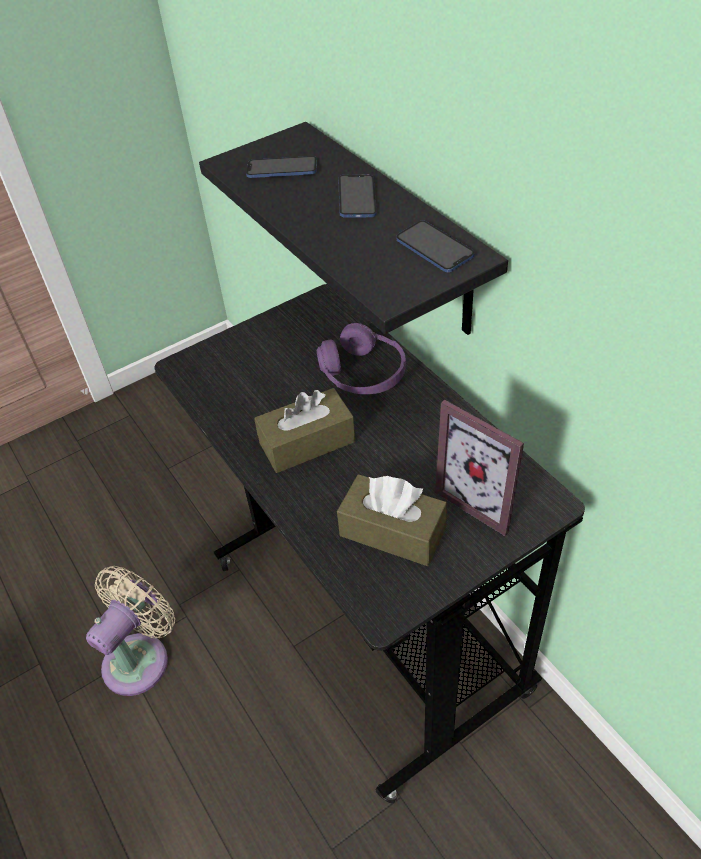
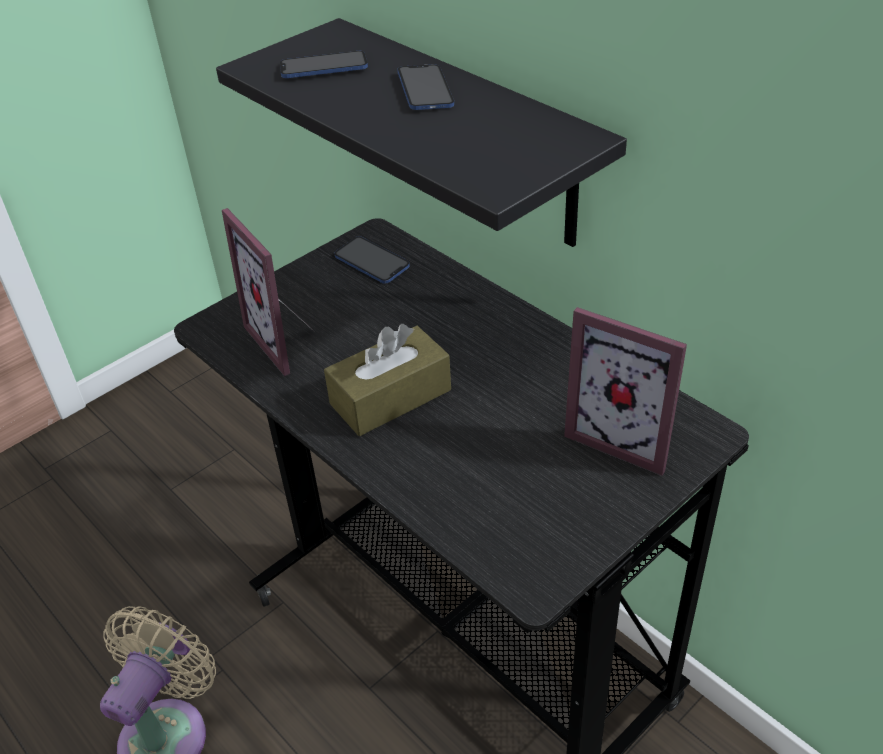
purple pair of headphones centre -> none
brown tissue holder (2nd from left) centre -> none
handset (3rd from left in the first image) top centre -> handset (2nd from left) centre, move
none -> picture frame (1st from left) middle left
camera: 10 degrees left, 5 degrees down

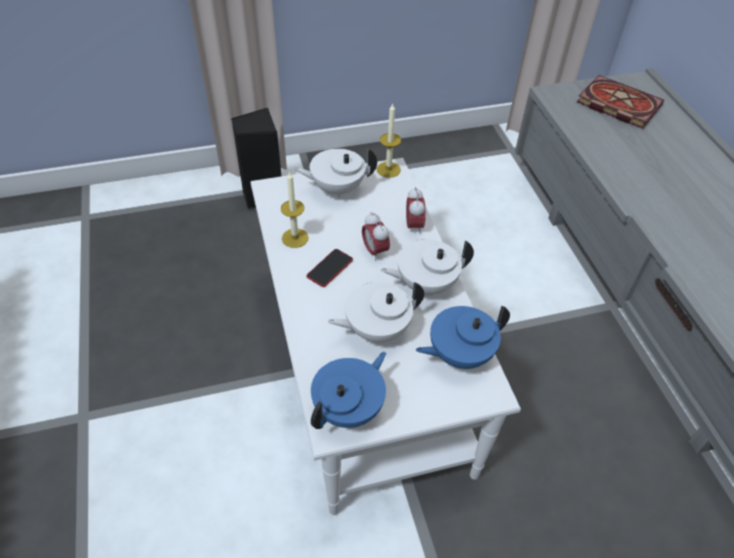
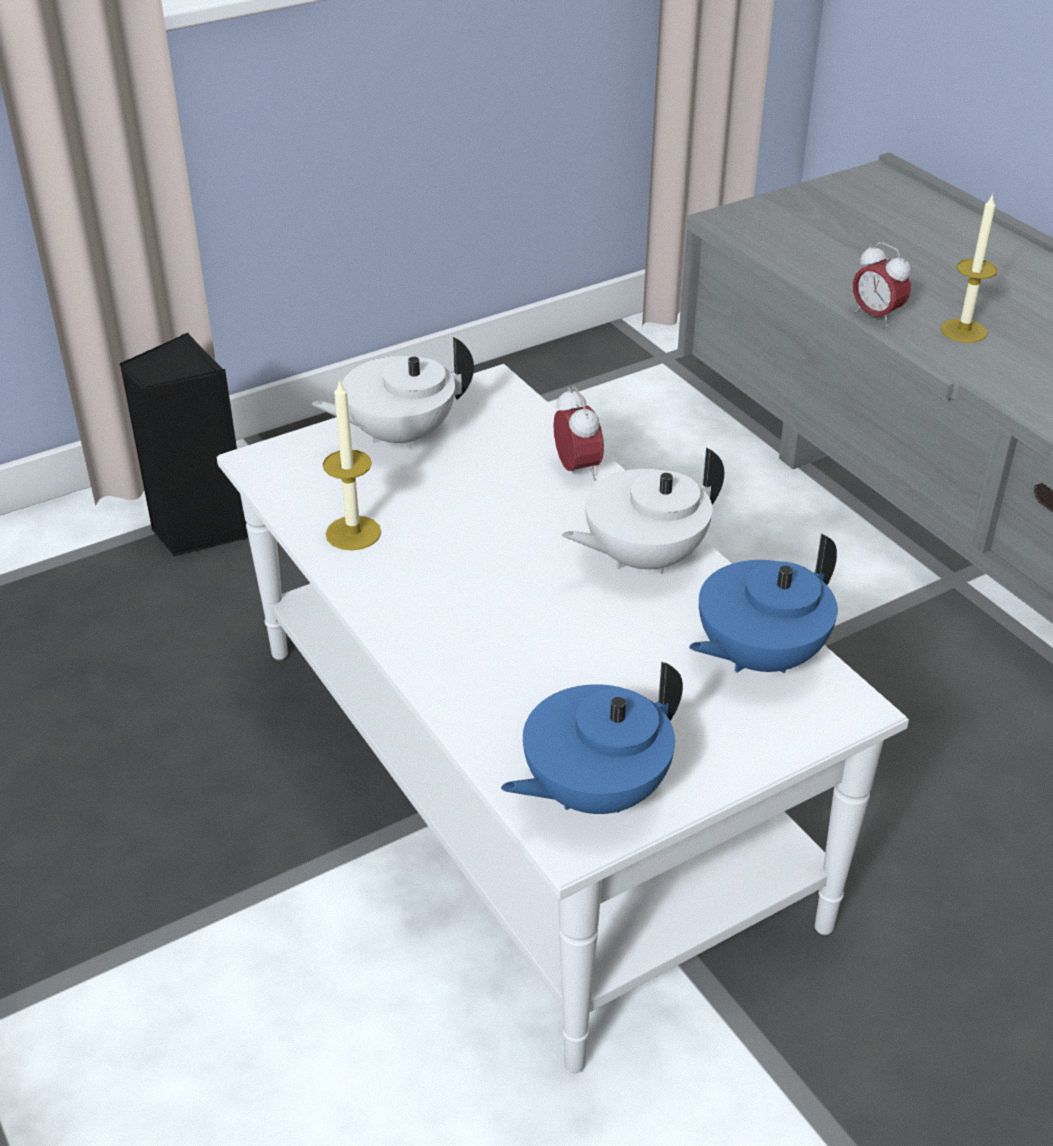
handset centre -> none
blue tea pot (1st from left) bottom centre -> blue tea pot (1st from left) centre, 150 degrees counterclockwise
white-coloured tea pot (2nd from left) centre -> none
alarm clock (1st from left in the first image) centre -> alarm clock (2nd from left) top right, move
wax candle (2nd from left) top centre -> wax candle (2nd from left) top right, move
book top right -> none
camera: 15 degrees left, 10 degrees down

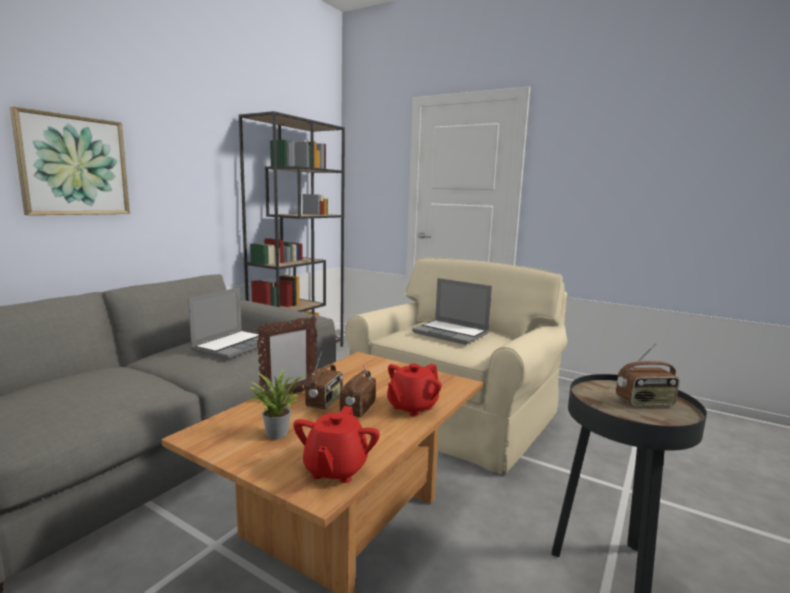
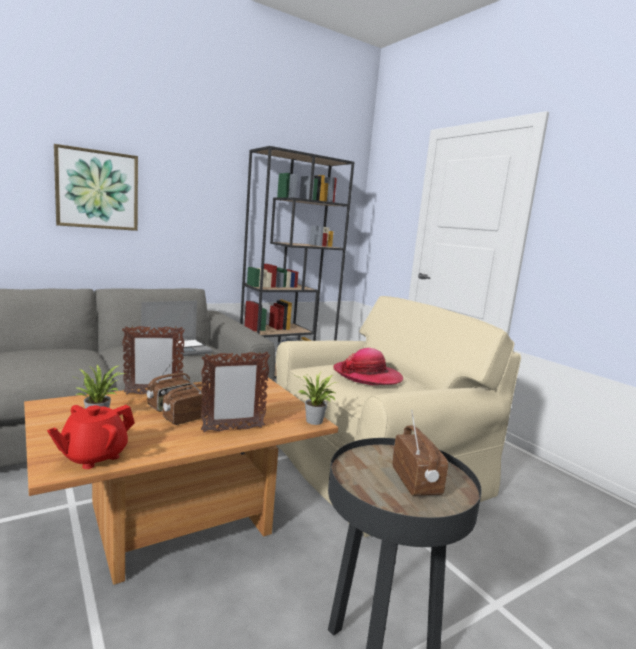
red-coloured tea pot (2nd from left) centre -> picture frame (2nd from left) centre
notebook computer (2nd from left) centre -> wearable hat centre
radio receiver (3rd from left) middle right -> radio receiver (3rd from left) bottom centre, 120 degrees counterclockwise
none -> houseplant (2nd from left) centre
camera: 25 degrees right, 0 degrees up

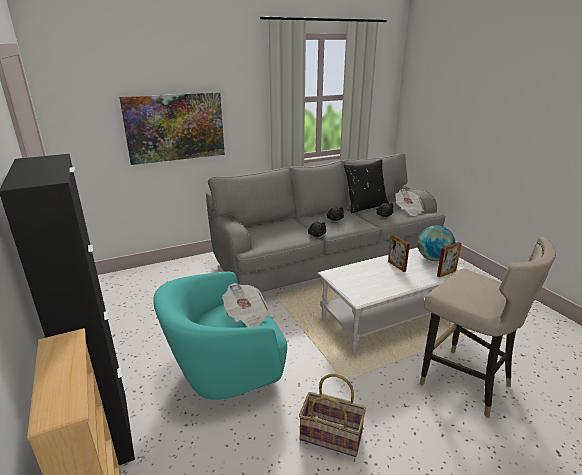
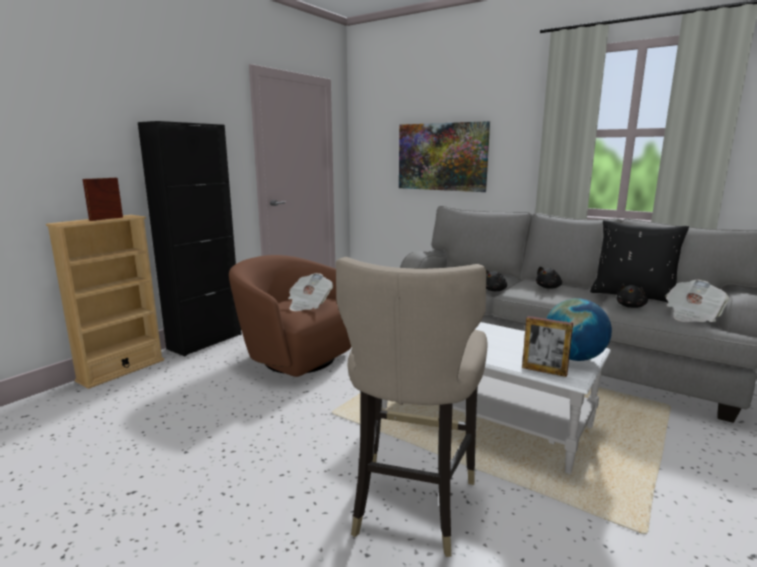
turquoise armchair bottom centre -> brown armchair centre
storage basket bottom centre -> none
picture frame (1st from left) middle right -> picture frame (1st from left) middle left, move
camera: 60 degrees right, 10 degrees down

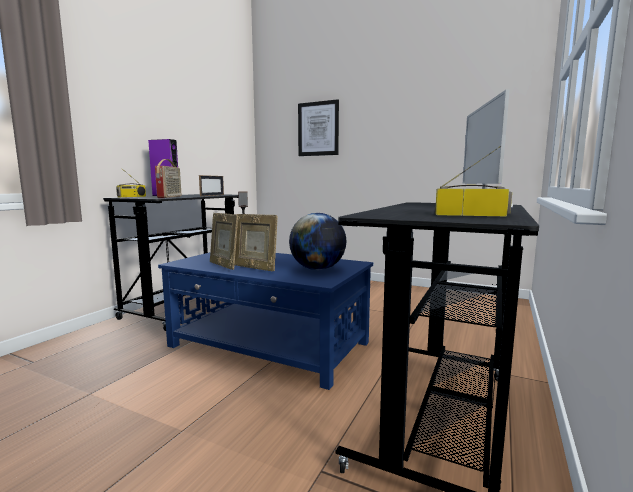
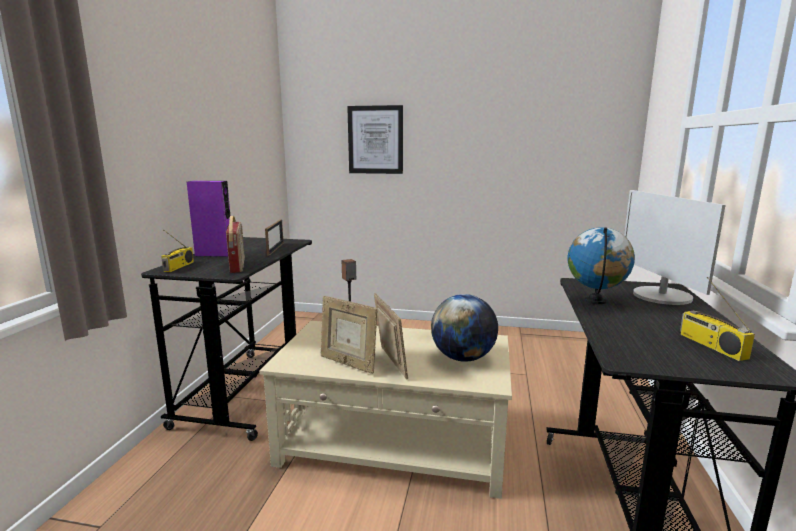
blue lounge table centre -> beige-coloured lounge table bottom centre
picture frame (3rd from left) centre, 135 degrees counterclockwise
radio receiver (3rd from left) middle right, 105 degrees counterclockwise
none -> desk globe (2nd from left) middle right
camera: 15 degrees left, 5 degrees up

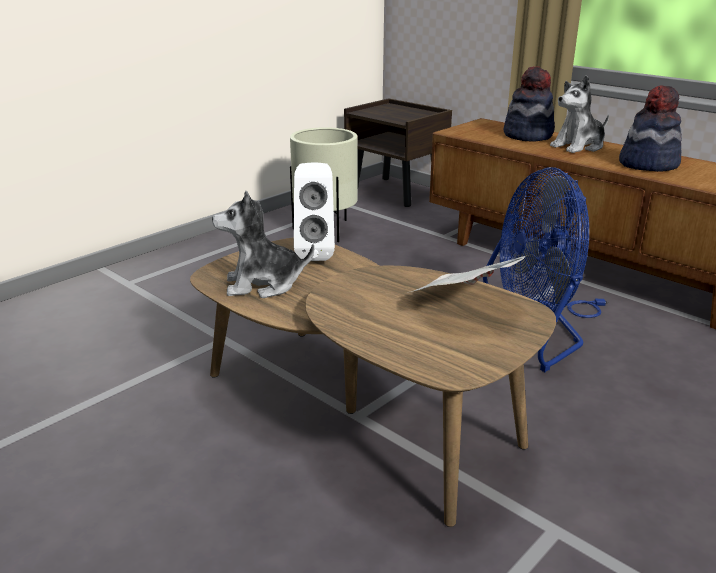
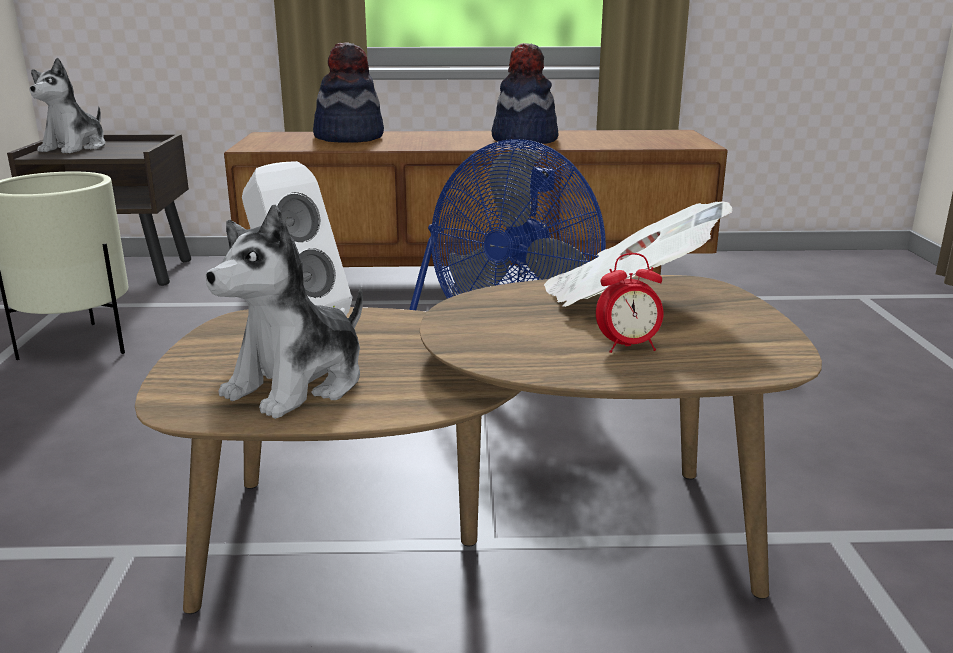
plush toy (2nd from left in the first image) top right -> plush toy (1st from left) top left, move
none -> alarm clock centre
camera: 45 degrees left, 5 degrees down

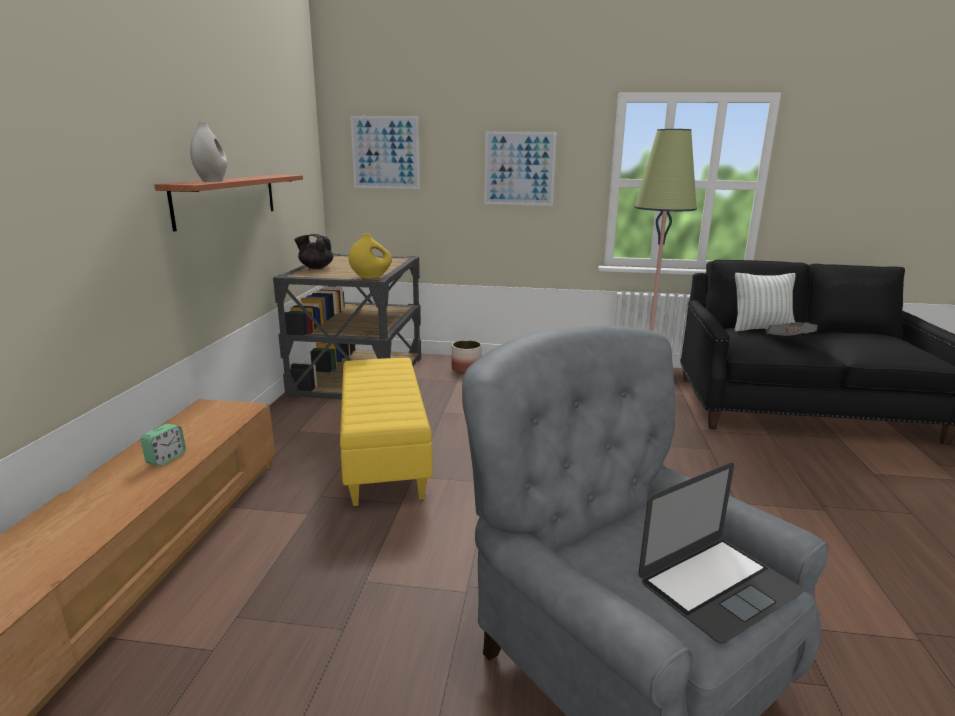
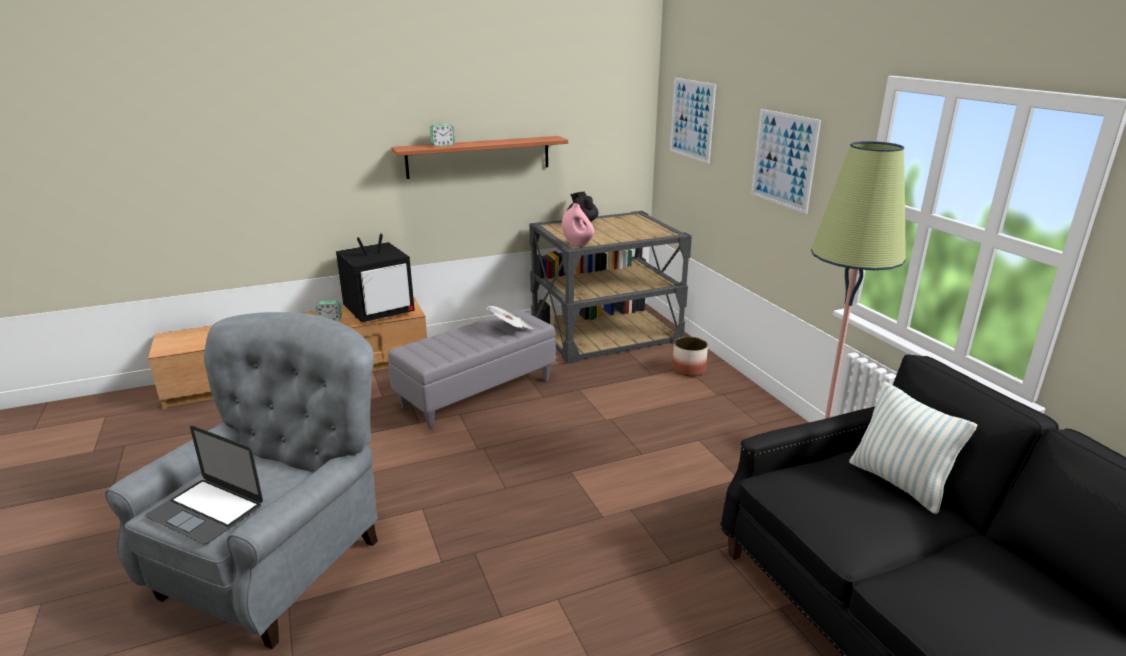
white-coloured decorative vase top left -> alarm clock (2nd from left) top centre
yellow footrest centre -> greyish footrest centre
yellow decorative vase centre -> pink decorative vase centre
printed paper middle right -> printed paper centre, move
none -> TV set middle left
camera: 60 degrees right, 5 degrees up

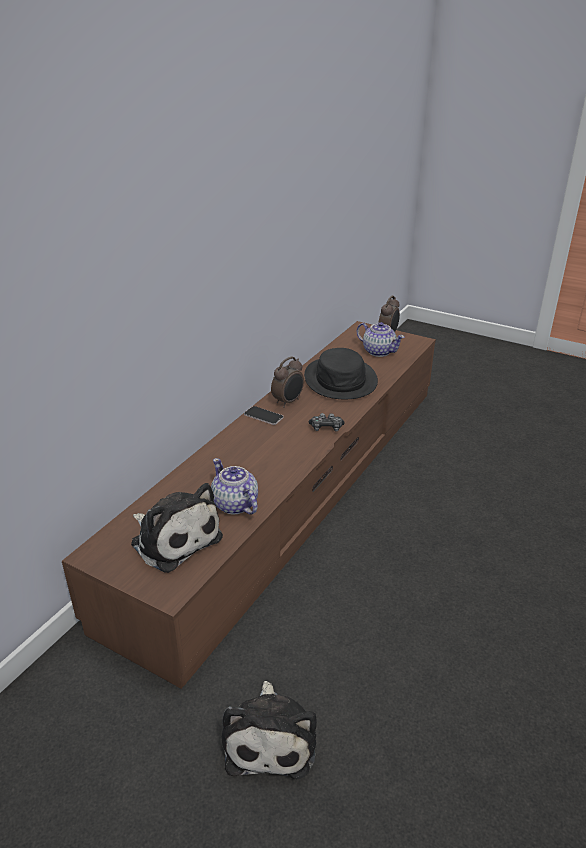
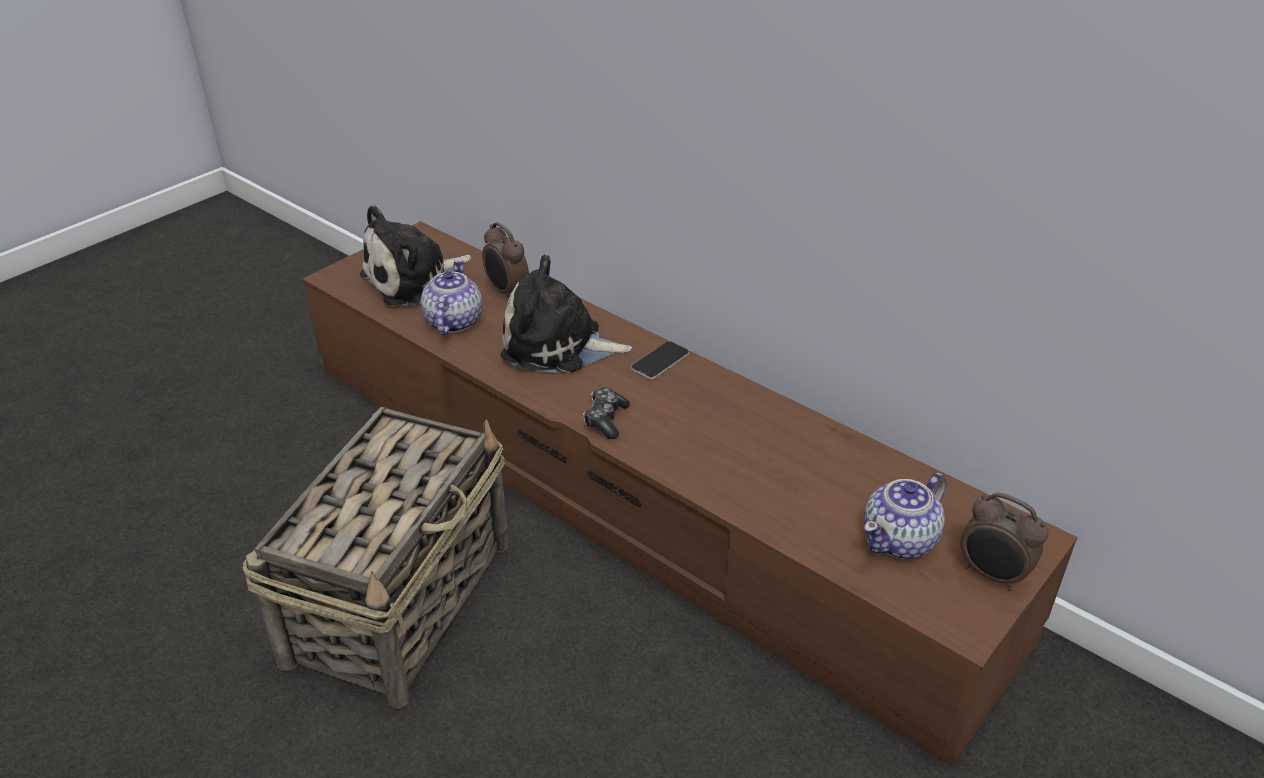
tea pot (1st from left) centre, 60 degrees counterclockwise
plush toy (2nd from left) bottom centre -> plush toy (2nd from left) centre, move
alarm clock (1st from left) centre -> alarm clock (1st from left) top centre, move
black-coloured wearable hat centre -> none
none -> storage basket bottom left
camera: 100 degrees right, 5 degrees up

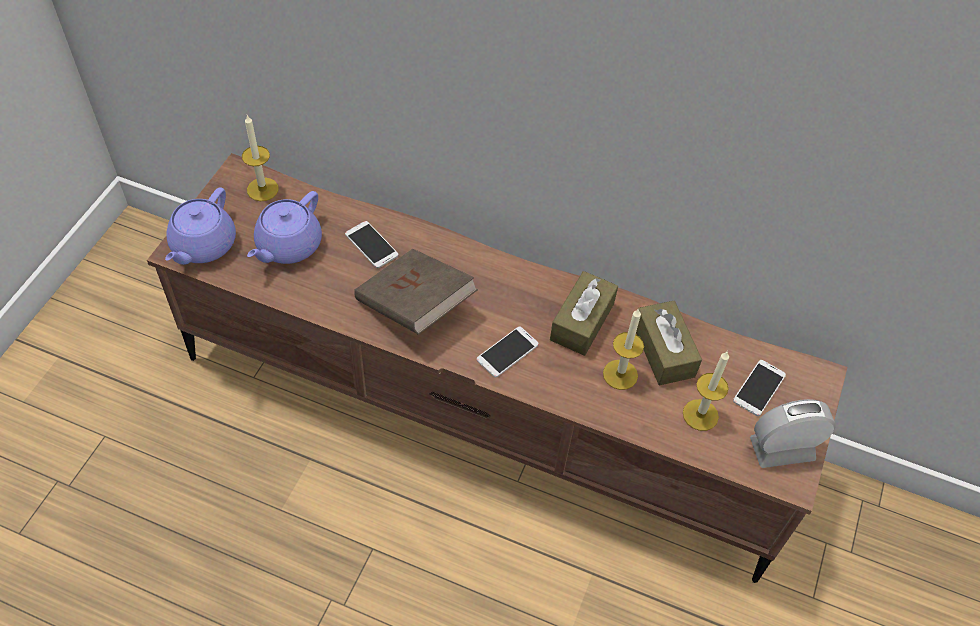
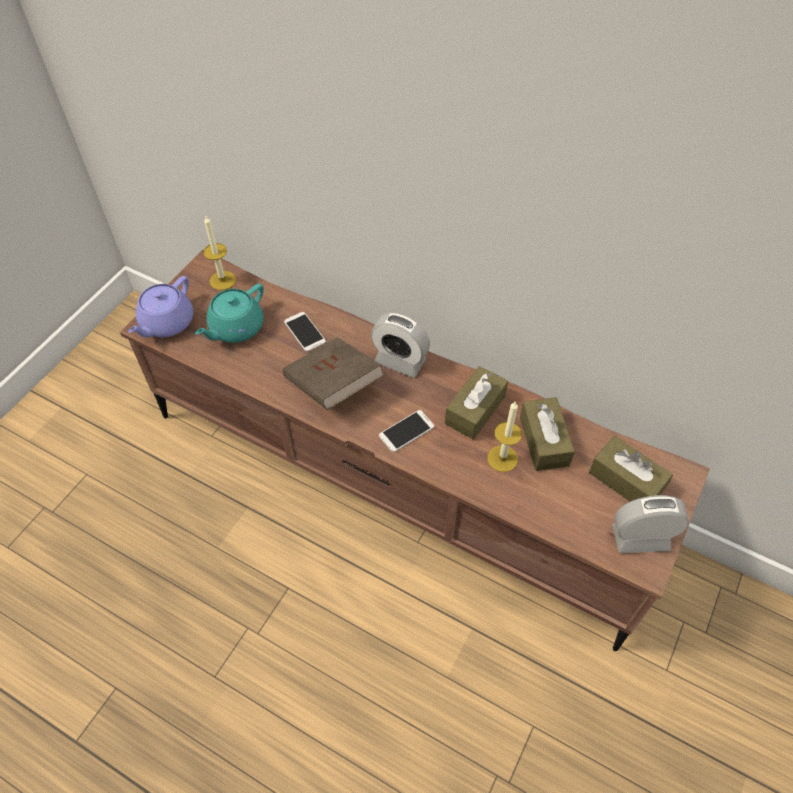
purple tea pot (2nd from left) middle left -> turquoise tea pot middle left
wax candle (3rd from left) middle right -> none
handset (3rd from left) middle right -> brown tissue holder (3rd from left) middle right
none -> alarm clock (1st from left) centre
camera: 10 degrees right, 0 degrees up

